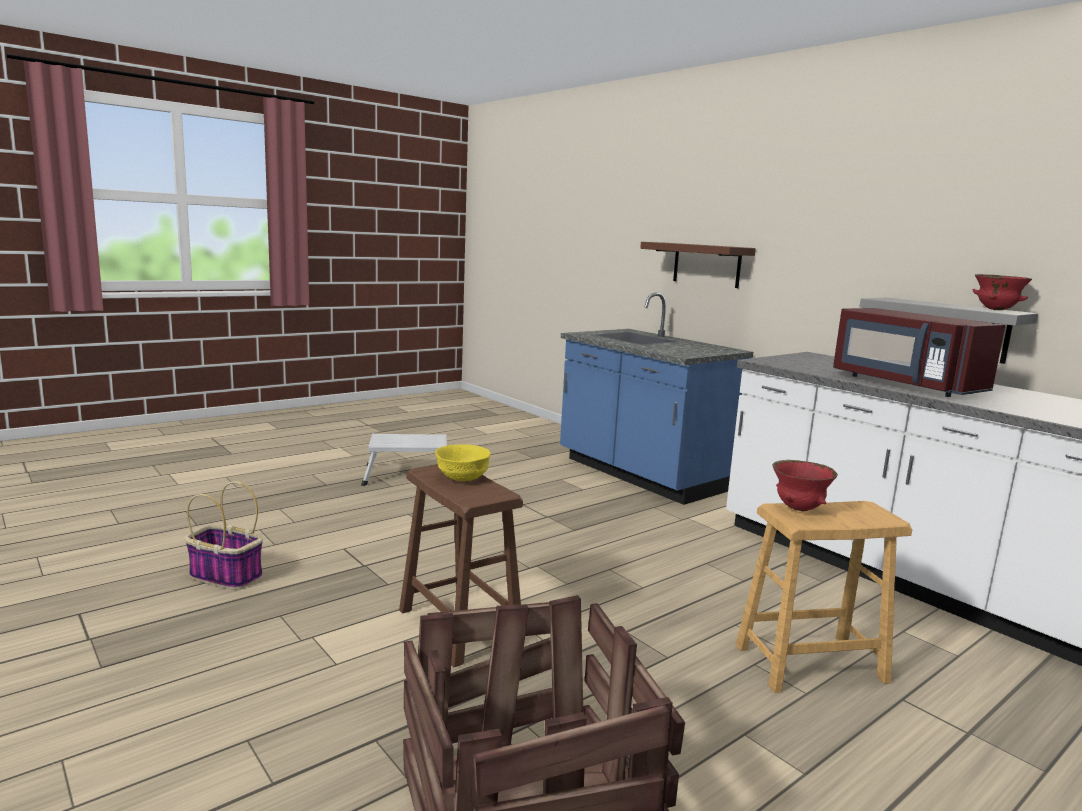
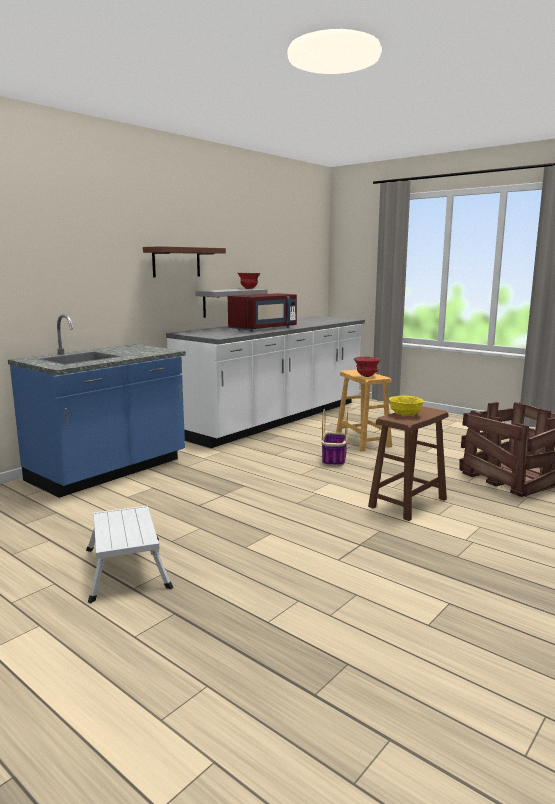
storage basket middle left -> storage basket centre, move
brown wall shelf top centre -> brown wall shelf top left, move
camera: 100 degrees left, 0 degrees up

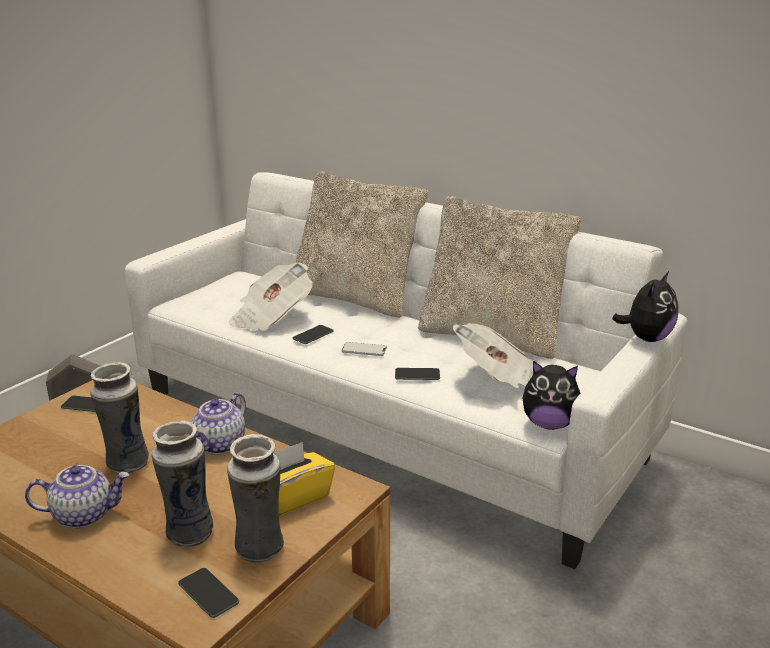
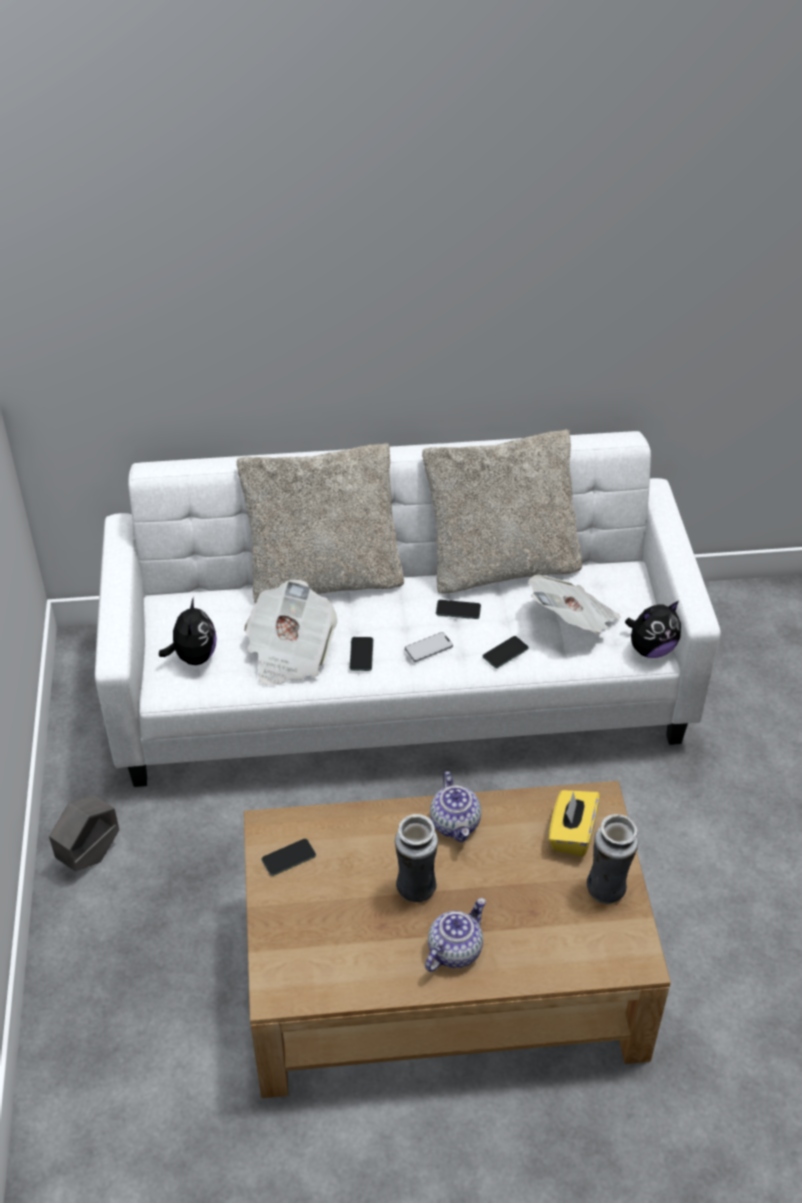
decorative vase (2nd from left) bottom left -> none
handset (2nd from left in the first image) bottom left -> handset (4th from left) centre, move
plush toy (2nd from left in the first image) middle right -> plush toy (1st from left) middle left, move
camera: 40 degrees left, 20 degrees up

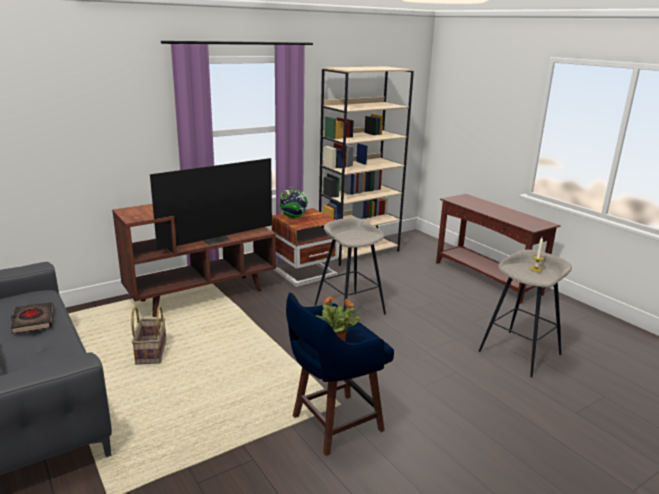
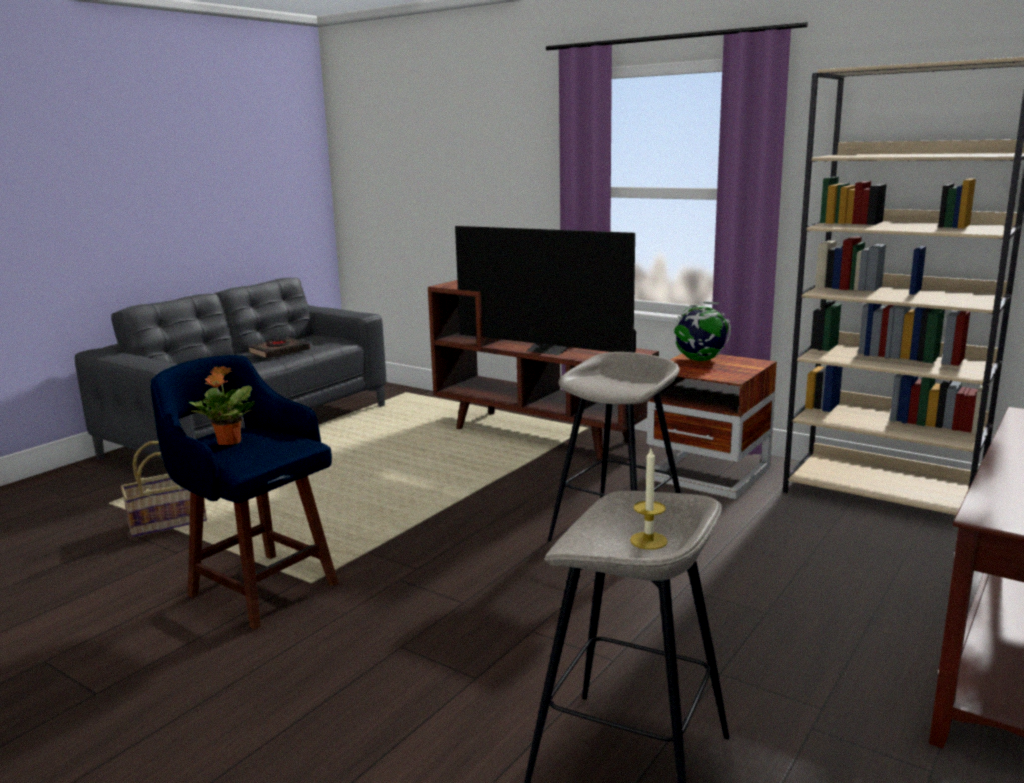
storage basket bottom left -> storage basket middle left, move
camera: 70 degrees right, 5 degrees down

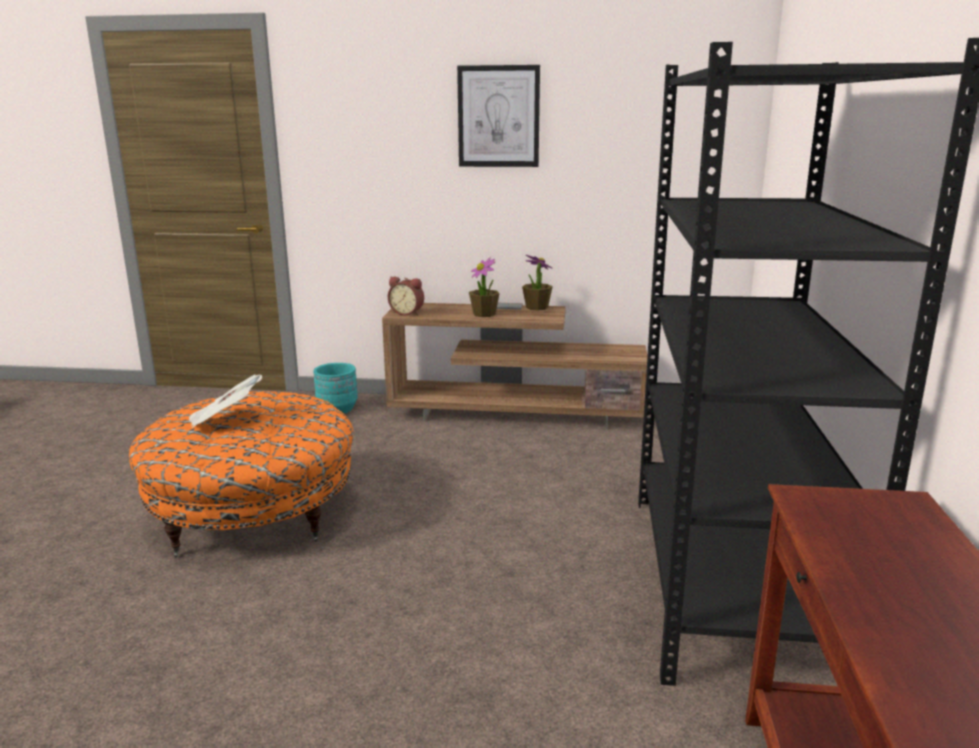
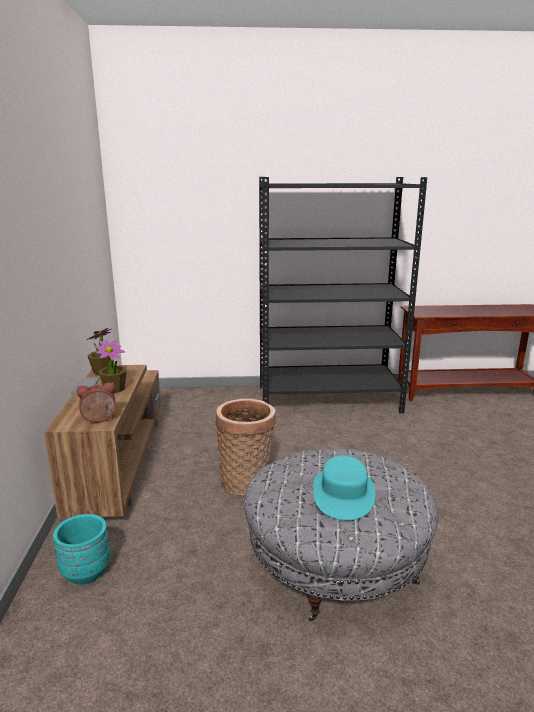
orange-coloured footrest middle left -> greyish footrest bottom centre
printed paper middle left -> turquoise wearable hat bottom centre
alarm clock centre -> alarm clock middle left, 120 degrees counterclockwise
picture top centre -> none
none -> storage basket centre
camera: 100 degrees left, 0 degrees up

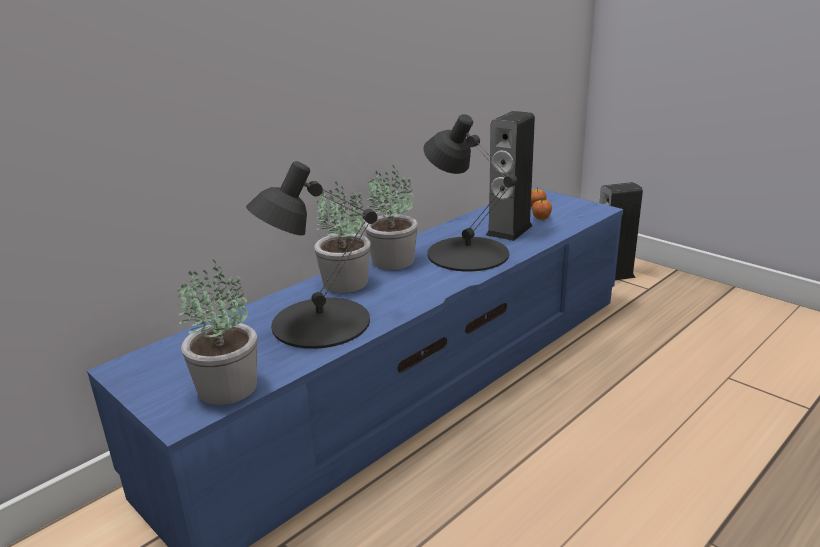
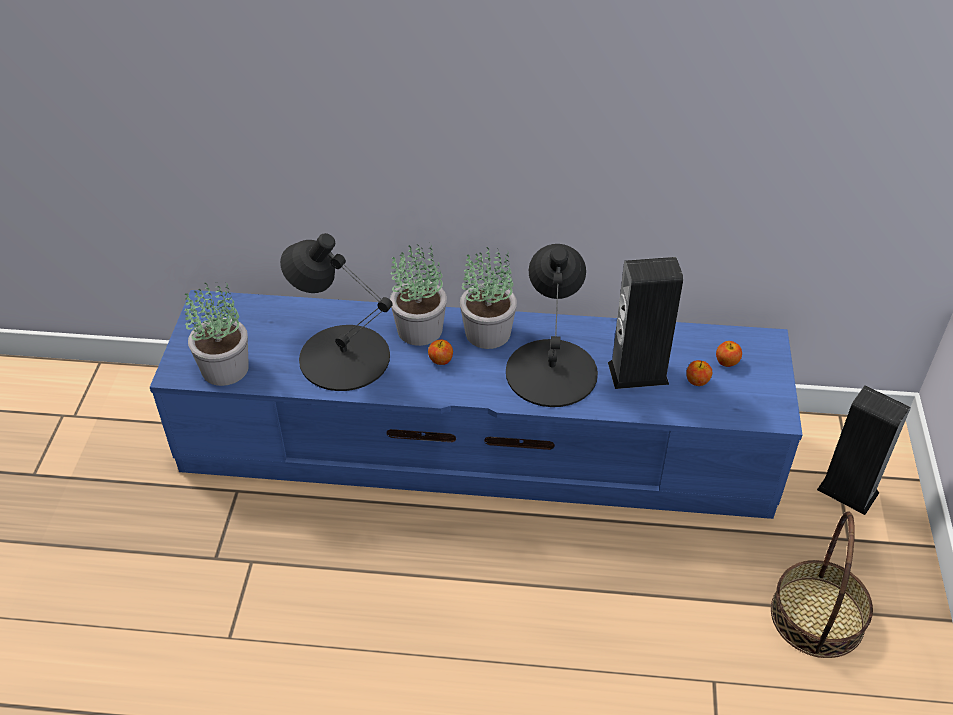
none -> apple fruit (1st from left) centre
none -> storage basket bottom right
camera: 50 degrees right, 20 degrees up

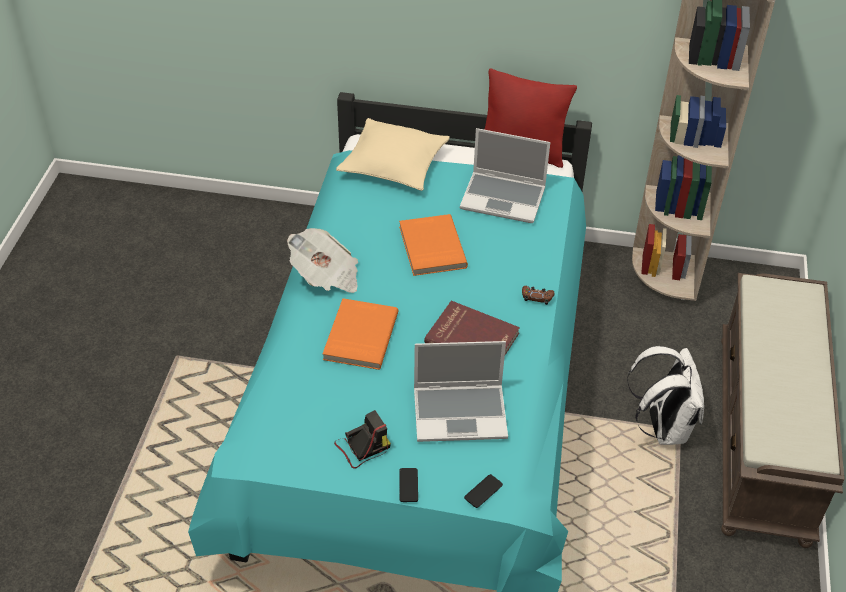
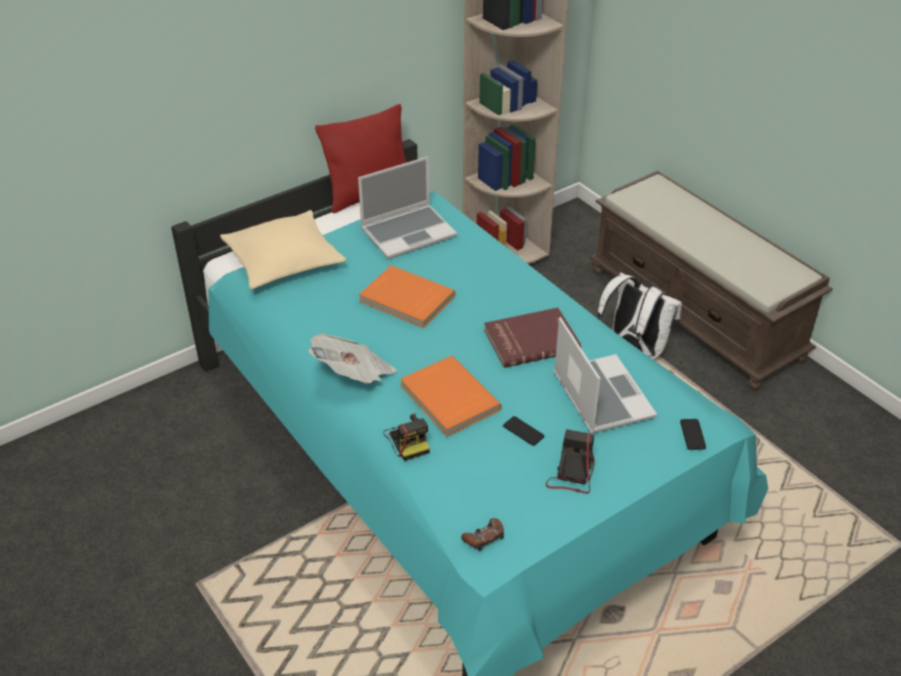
handset (1st from left) bottom centre -> handset (1st from left) centre, move
notebook computer (1st from left in the first image) centre -> notebook computer (2nd from left) middle right, 60 degrees counterclockwise
brown gamepad centre -> brown gamepad bottom centre, move
none -> still camera (1st from left) centre
camera: 45 degrees left, 5 degrees down

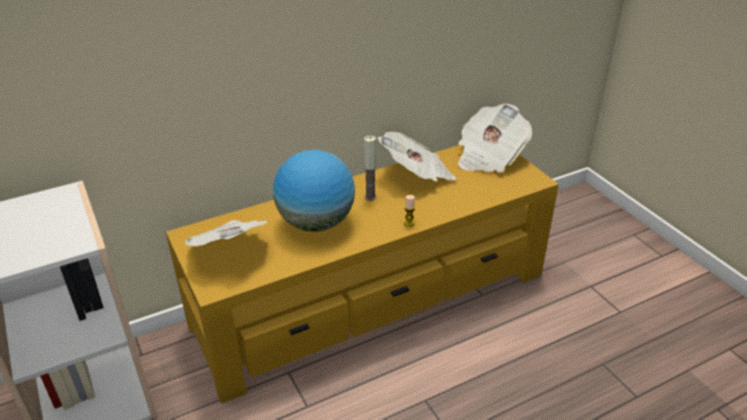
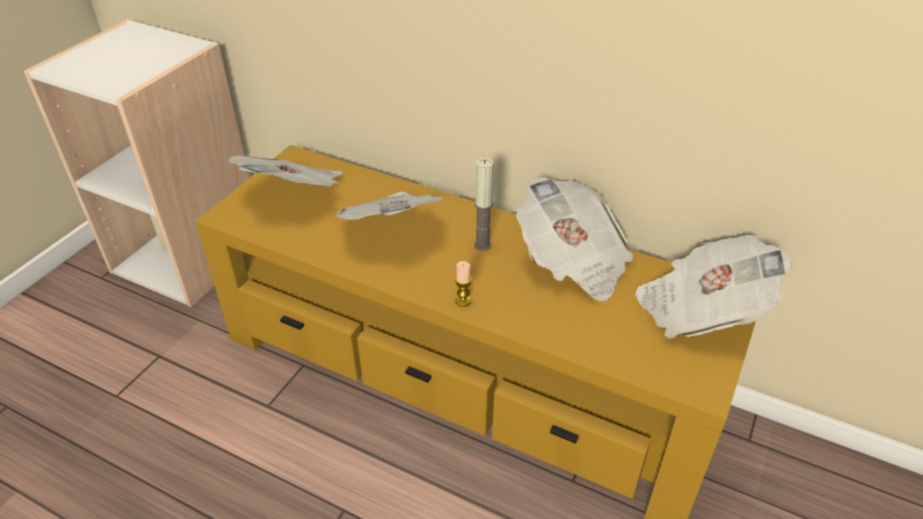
desk globe centre -> printed paper (2nd from left) centre
camera: 55 degrees right, 5 degrees up

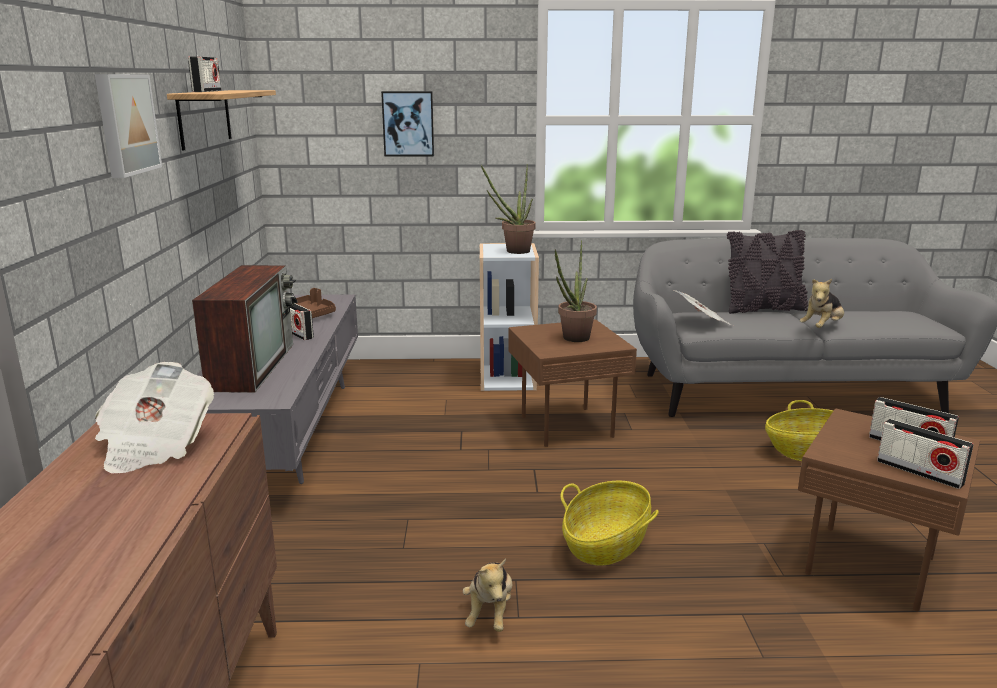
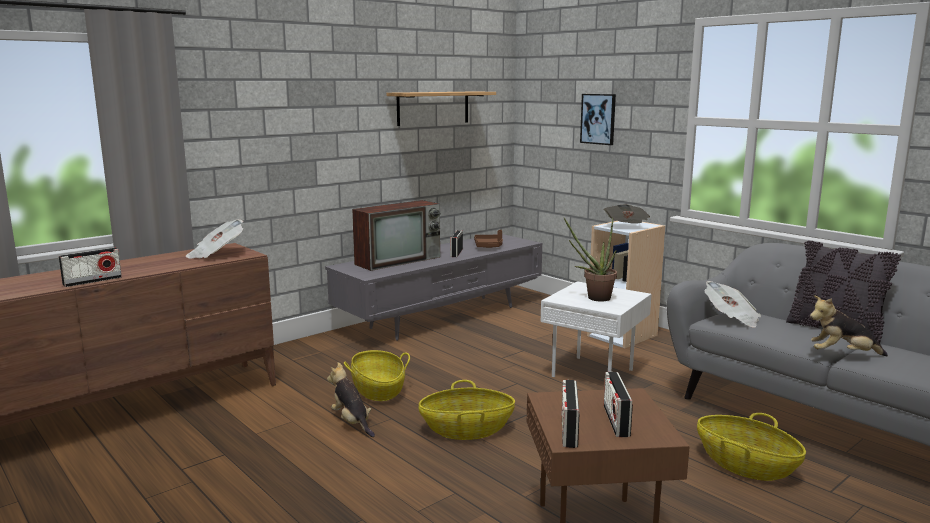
picture (1st from left) top left -> none
radio receiver (1st from left) top left -> radio receiver (1st from left) middle left, move
plush toy (1st from left) bottom centre, 90 degrees clockwise
houseplant (1st from left) top centre -> printed paper (2nd from left) middle right
brown accent table (1st from left) centre -> white-coloured accent table centre
none -> storage basket (1st from left) bottom centre
camera: 50 degrees right, 5 degrees down

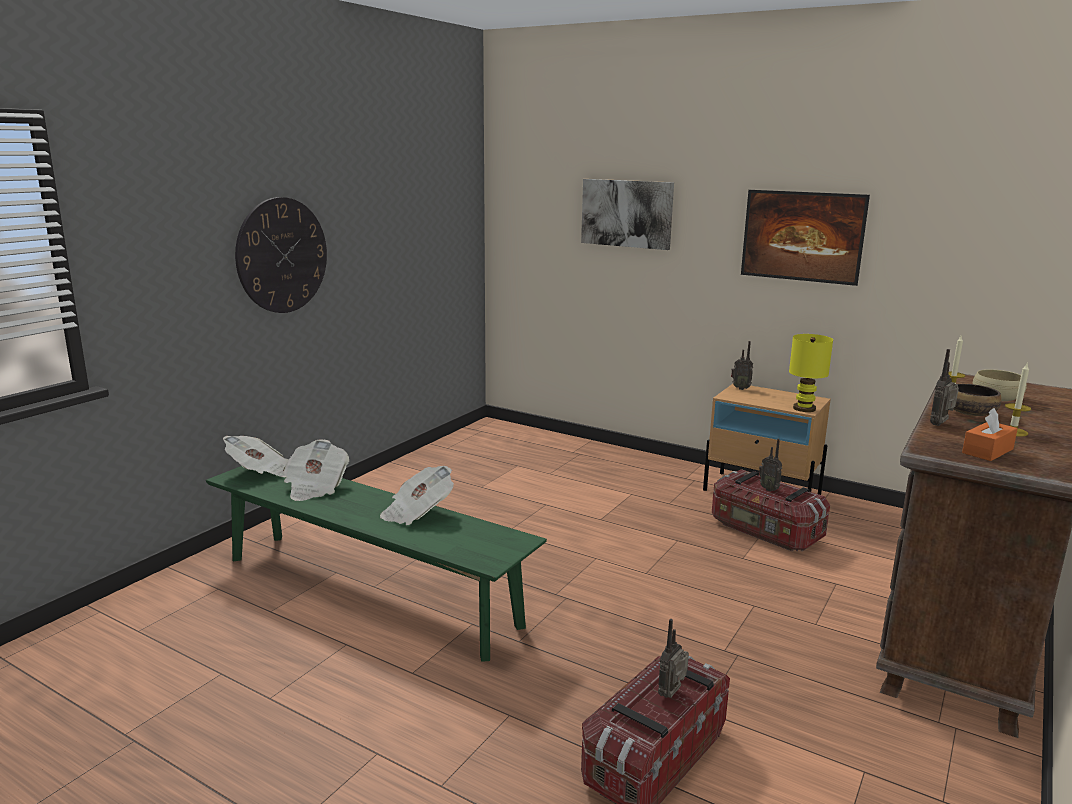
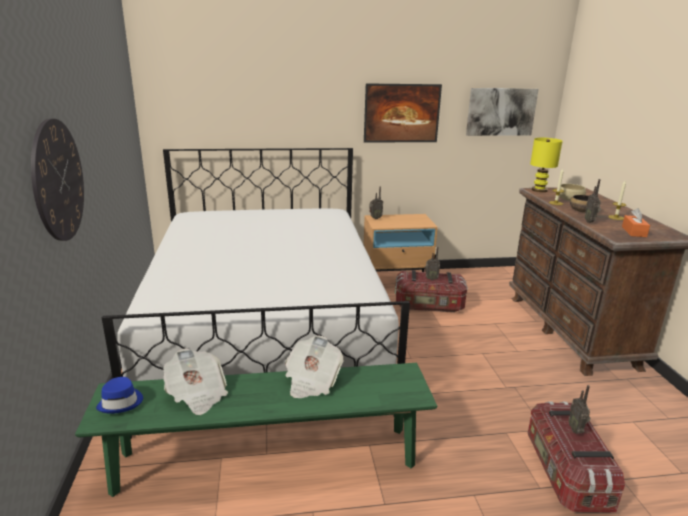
printed paper (1st from left) middle left -> blue wearable hat bottom left
picture (1st from left in the first image) top centre -> picture (2nd from left) top right, move
yellow table lamp middle right -> yellow table lamp top right, move
none -> white-coloured sleeping bed centre
camera: 40 degrees left, 5 degrees up

